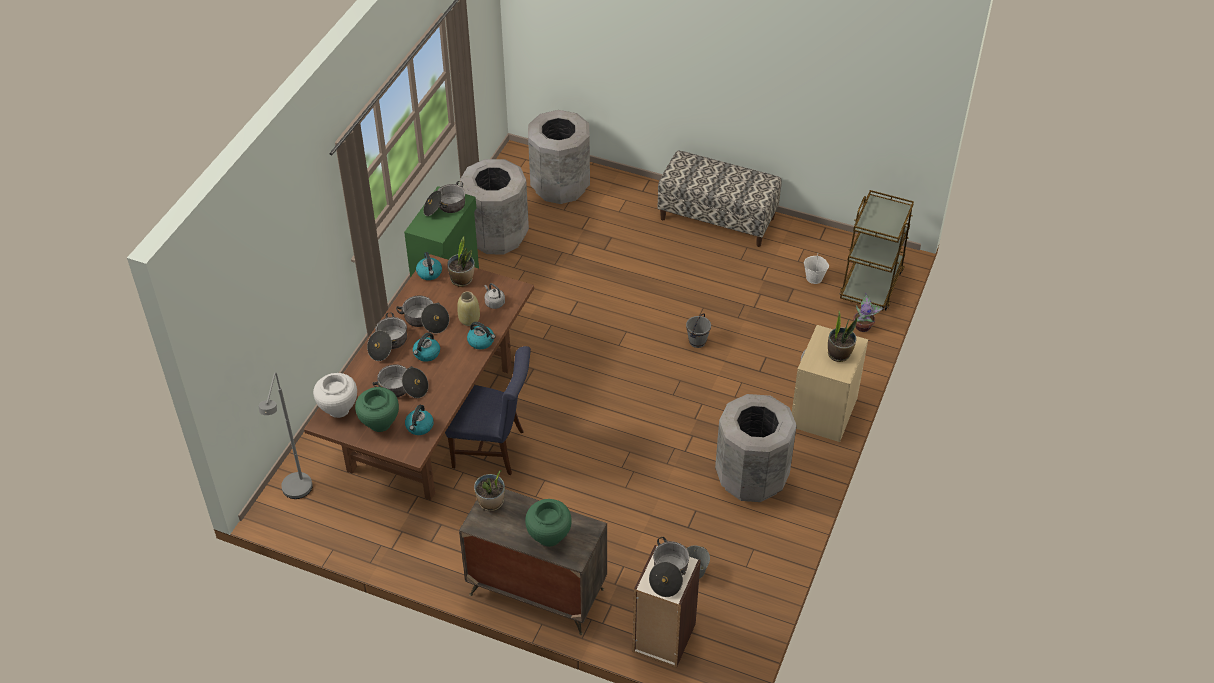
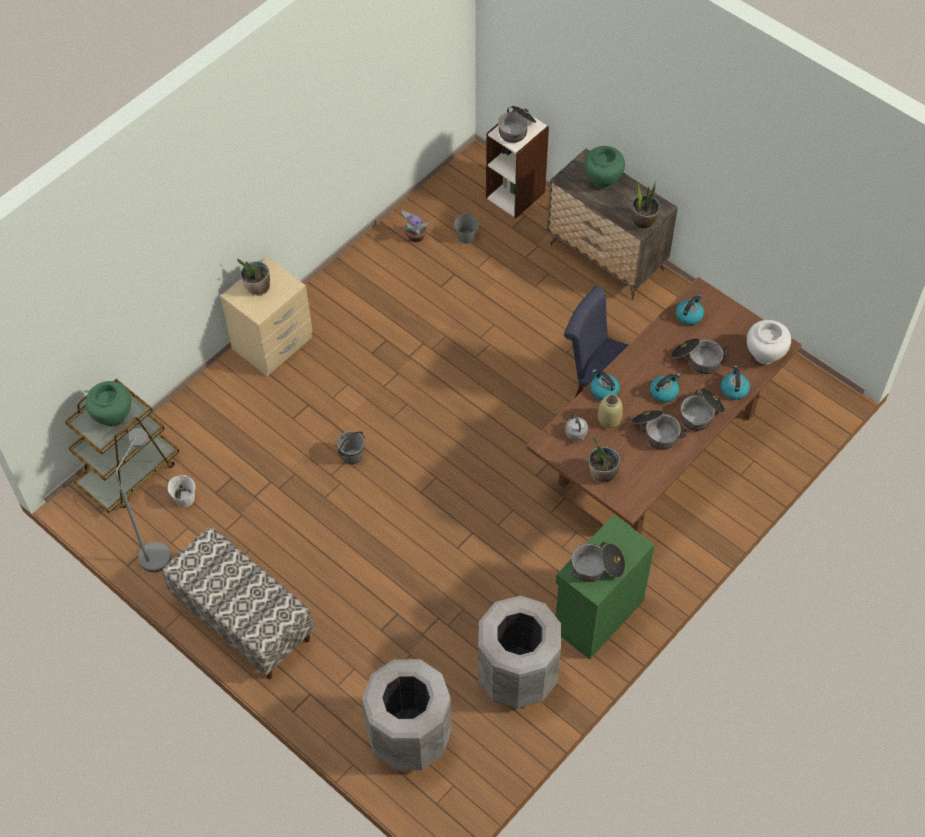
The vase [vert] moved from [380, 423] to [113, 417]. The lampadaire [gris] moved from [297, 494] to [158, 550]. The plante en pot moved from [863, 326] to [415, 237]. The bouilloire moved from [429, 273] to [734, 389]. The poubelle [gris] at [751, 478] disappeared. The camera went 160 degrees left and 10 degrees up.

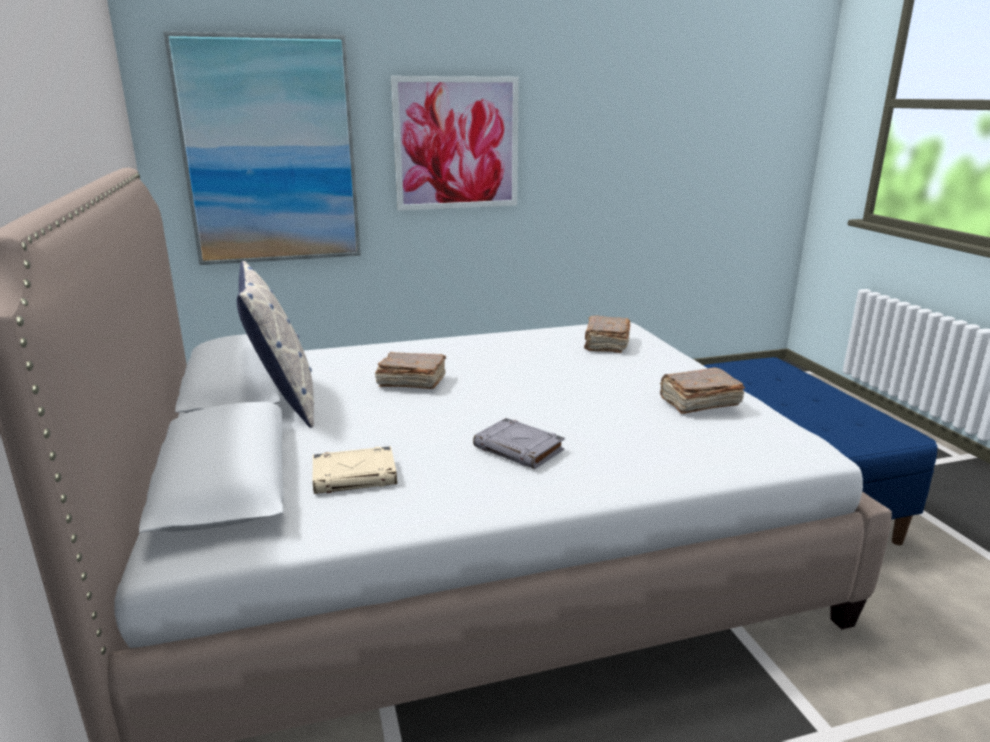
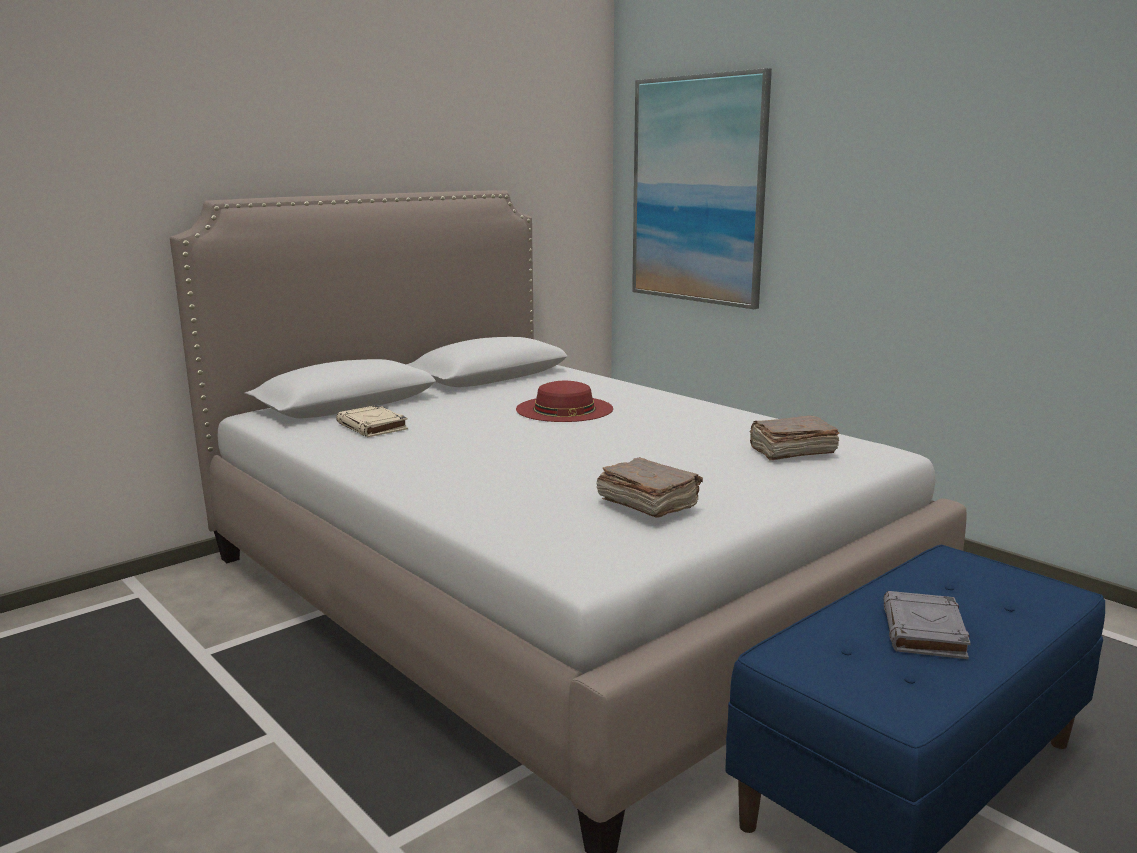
The livre [marron] at [411, 382] was replaced by the chapeau [rouge] at [564, 409]. The livre [gris] moved from [519, 449] to [924, 632]. The coussin at [284, 402] disappeared. The tableau at [457, 143] disappeared. The camera went 65 degrees right and 5 degrees down.

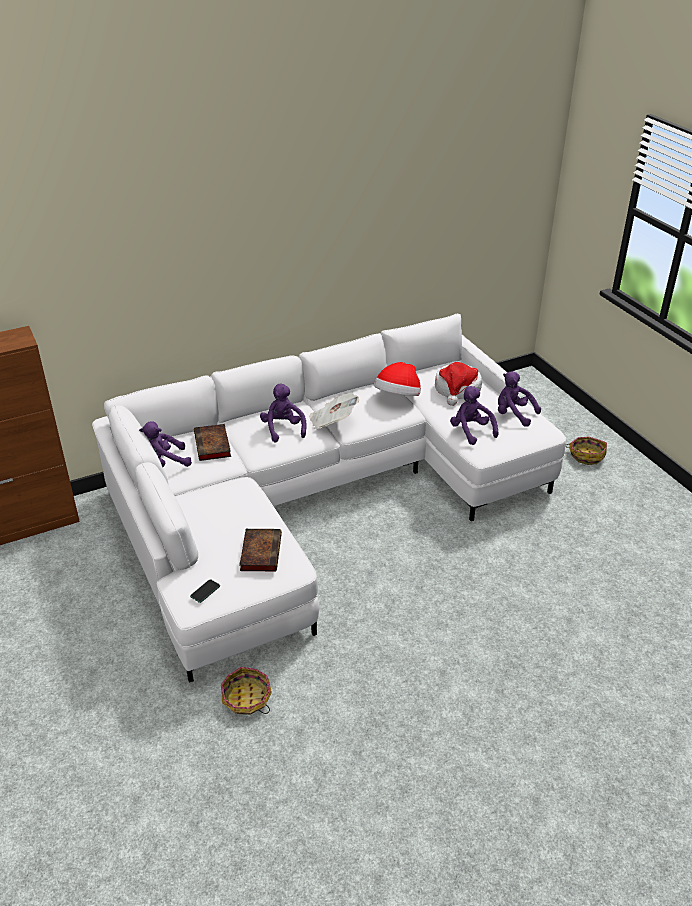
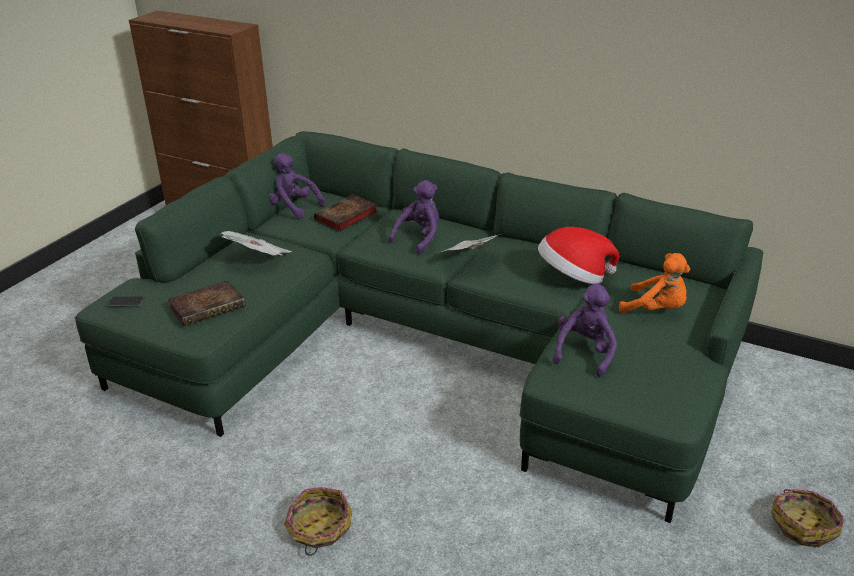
The canapé [blanc] at [319, 498] became the canapé [vert] at [431, 343]. The journal at [259, 259] appeared. The panier moved from [247, 699] to [319, 528]. The chapeau at [457, 389] was replaced by the peluche [orange] at [656, 310]. The peluche [violet] at [513, 414] disappeared. The camera went 55 degrees right and 5 degrees down.

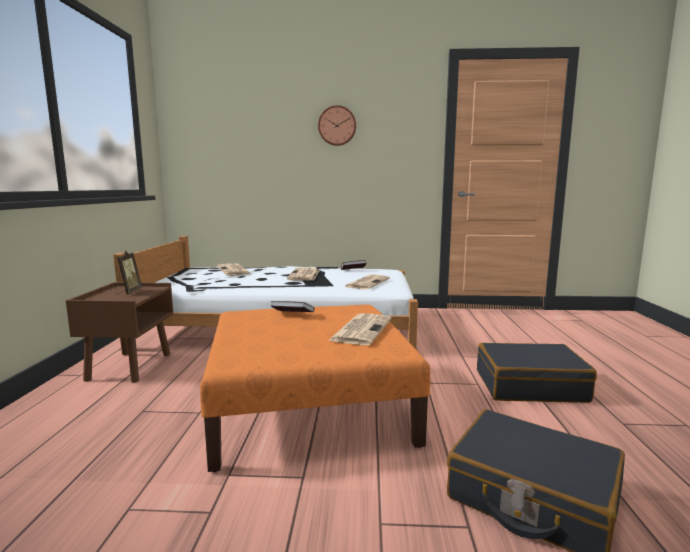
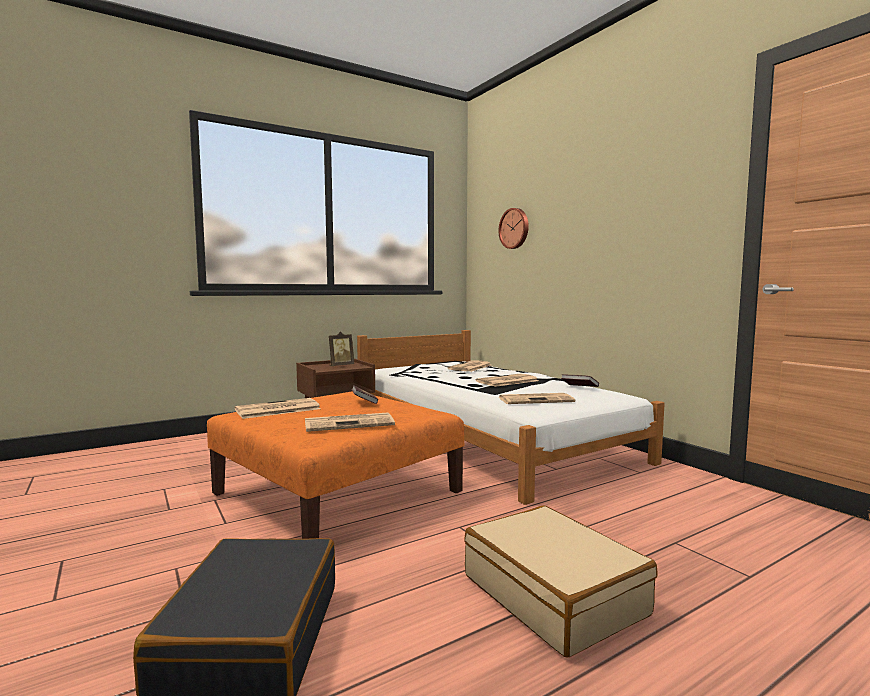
The journal at [276, 410] appeared. The valise [noir] at [529, 386] became the valise [beige] at [554, 594]. The horloge murale moved from [337, 126] to [515, 228]. The camera went 55 degrees right and 5 degrees down.

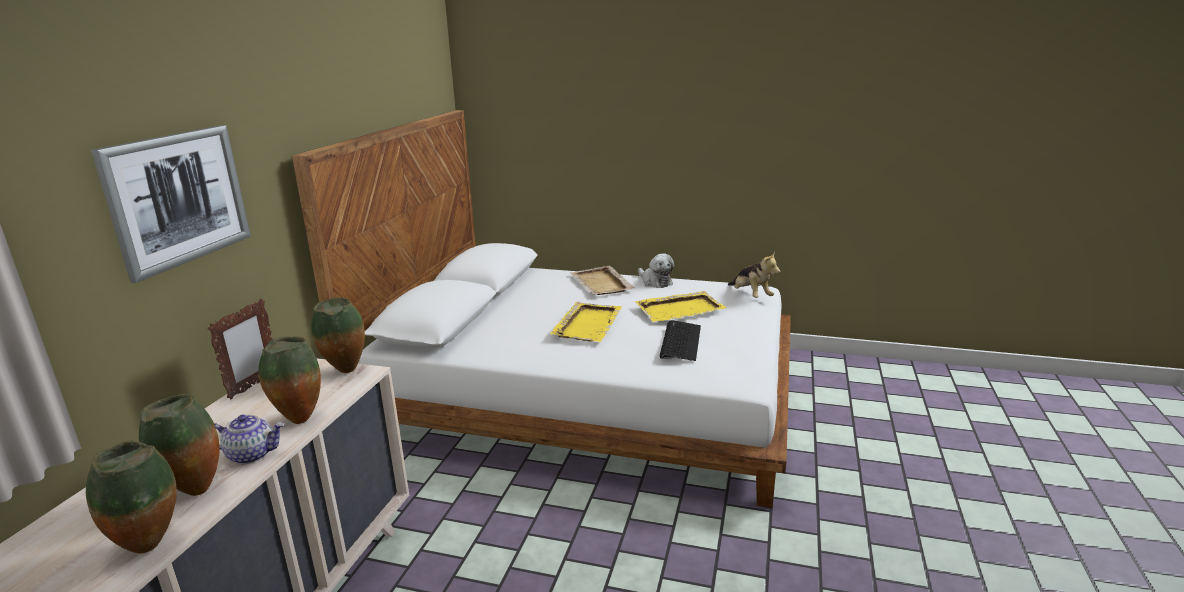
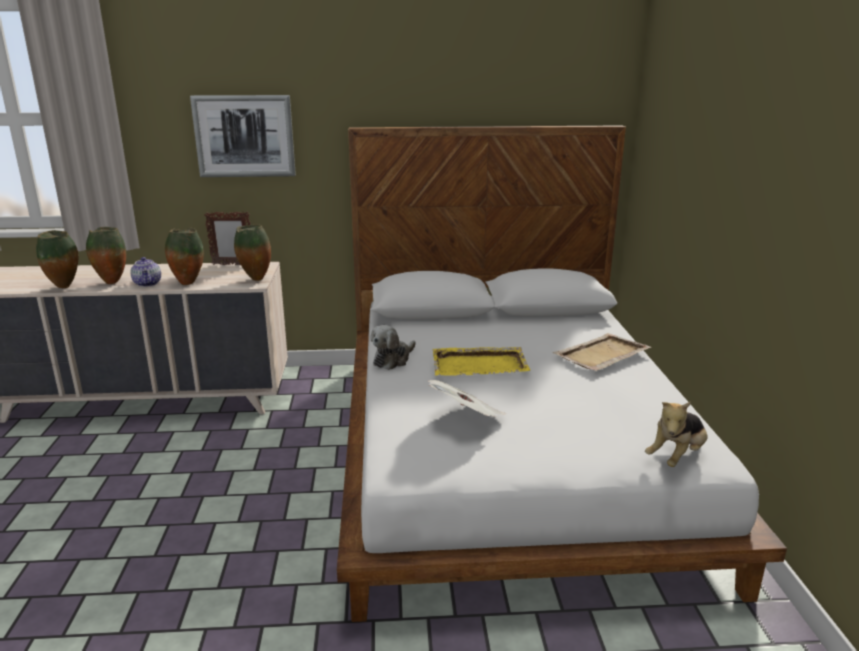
The peluche moved from [655, 282] to [393, 359]. The clavier at [680, 341] was replaced by the journal at [467, 417]. The plateau [jaune] at [680, 309] disappeared. The camera went 70 degrees right and 0 degrees up.

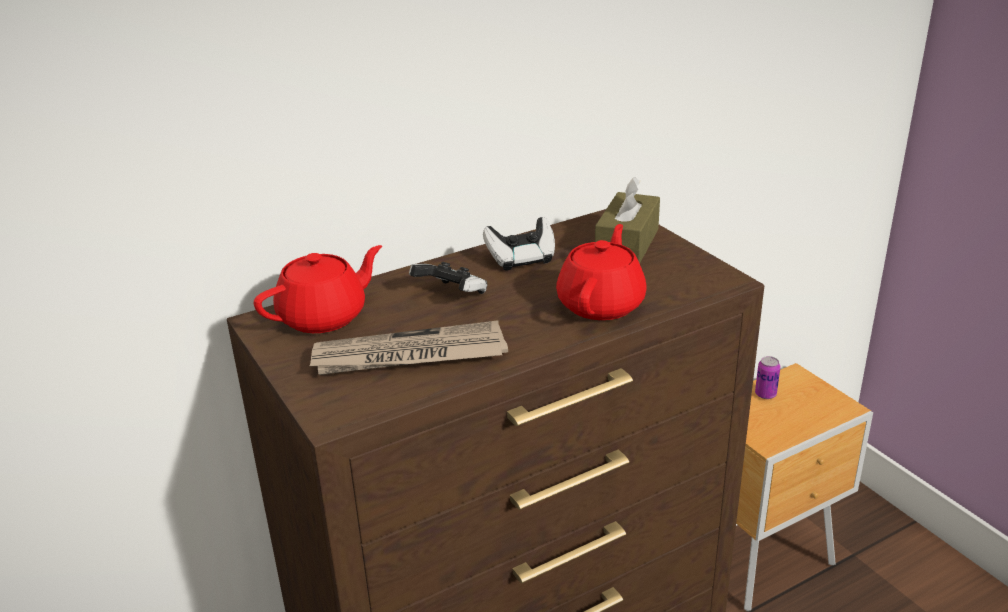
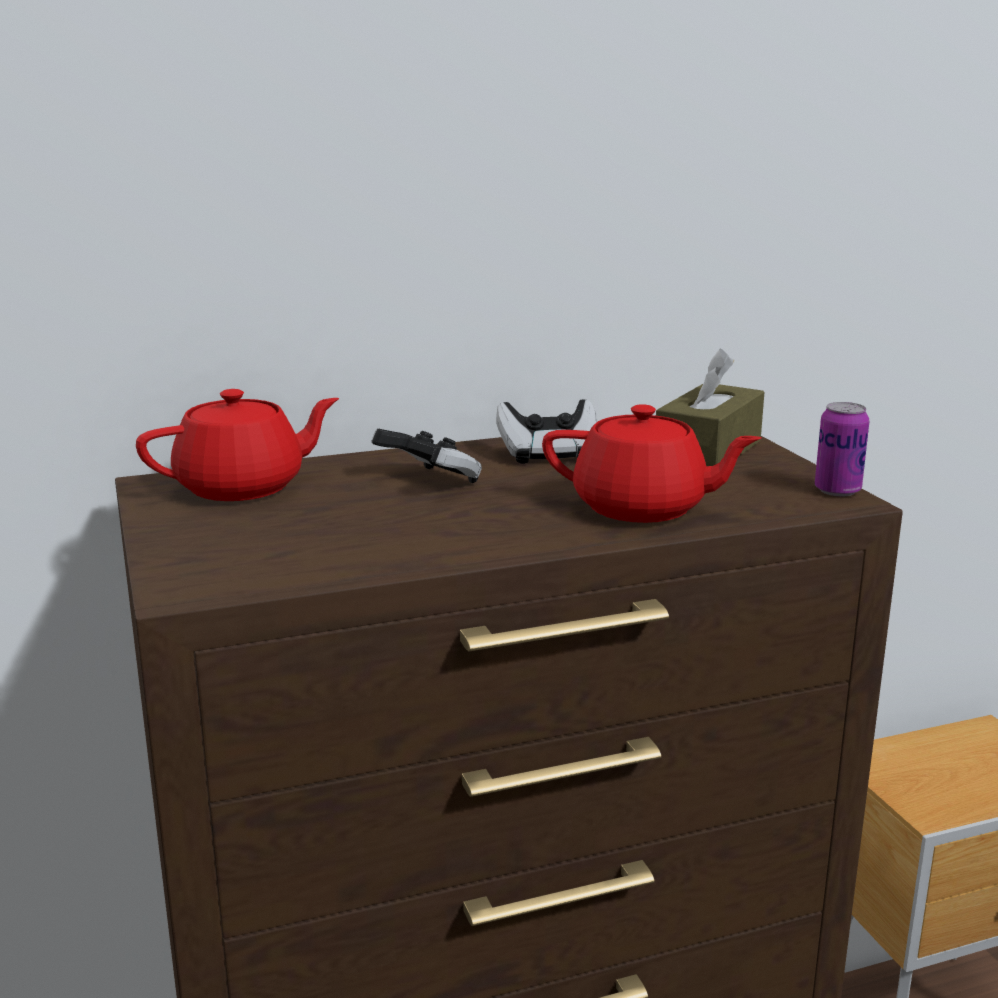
The théière [rouge] at [602, 304] turned 75 degrees clockwise. The boîte métallique moved from [765, 394] to [837, 490]. The journal at [409, 356] disappeared. The camera went 10 degrees right and 10 degrees down.

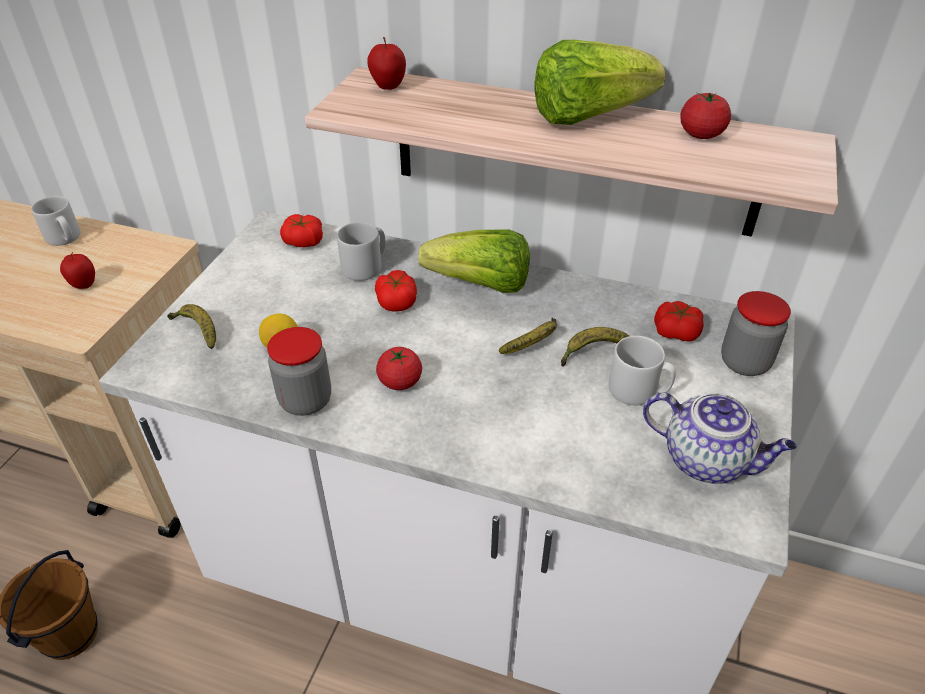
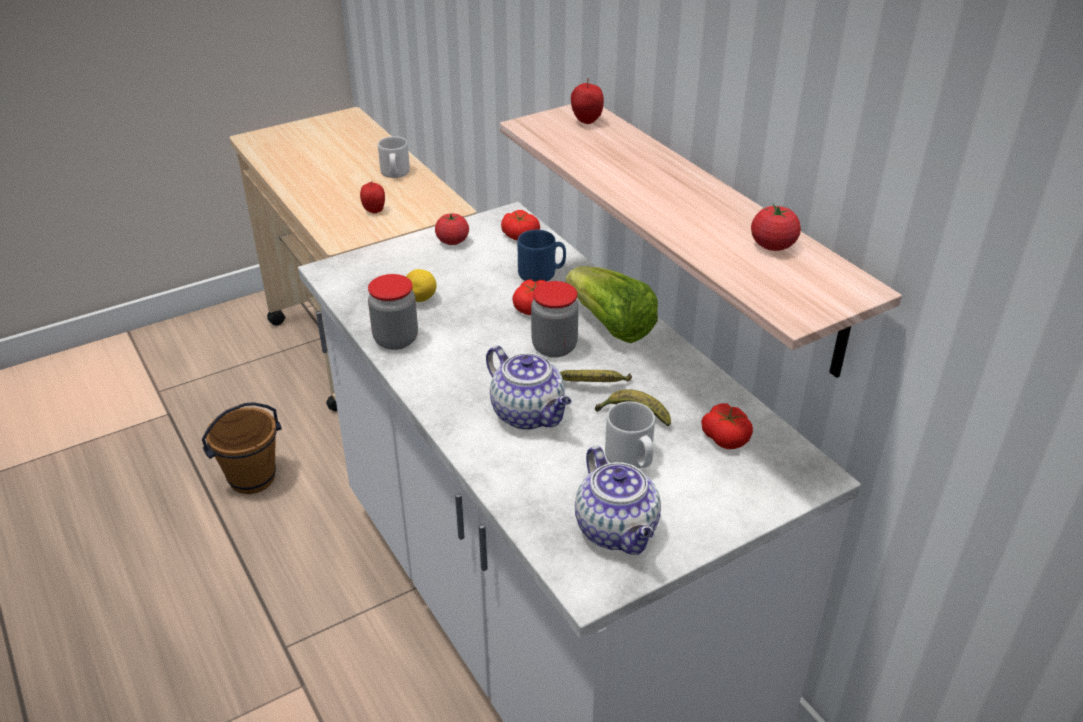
The tomate moved from [400, 381] to [452, 241]. The théière at [529, 414] appeared. The mug [gris] at [366, 267] became the mug [bleu] at [541, 273]. The bocal moved from [744, 362] to [554, 347]. The banane at [198, 331] disappeared. The laitue at [587, 116] disappeared. The camera went 40 degrees right and 5 degrees down.

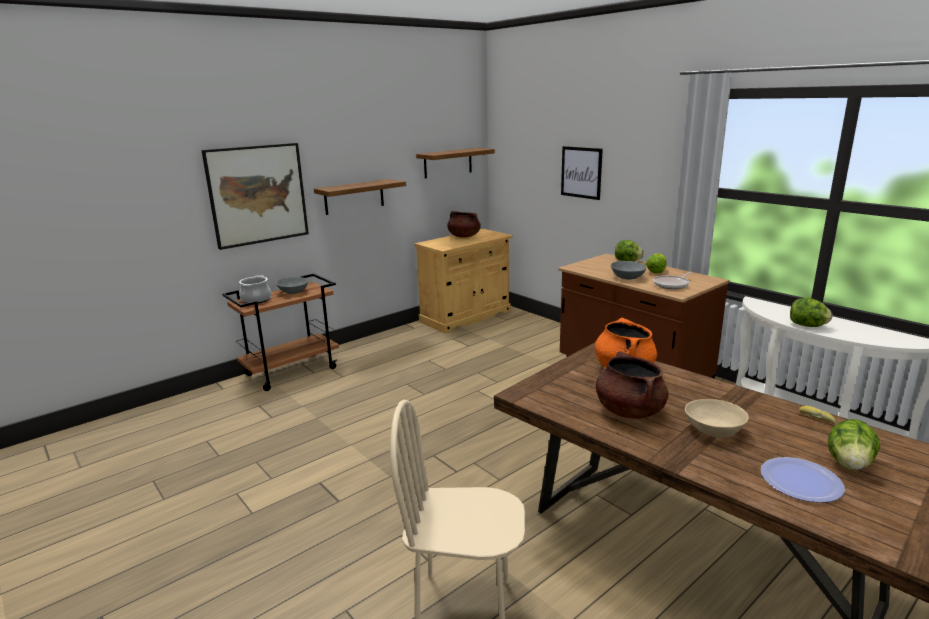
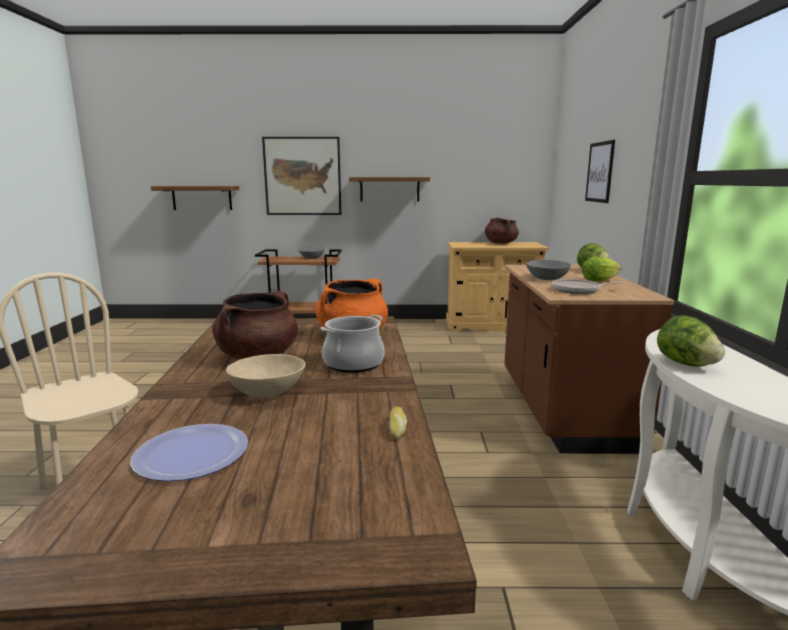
The étagère moved from [448, 163] to [202, 197]. The marmite moved from [256, 300] to [353, 363]. The laitue at [849, 464] disappeared. The camera went 40 degrees right and 5 degrees down.

